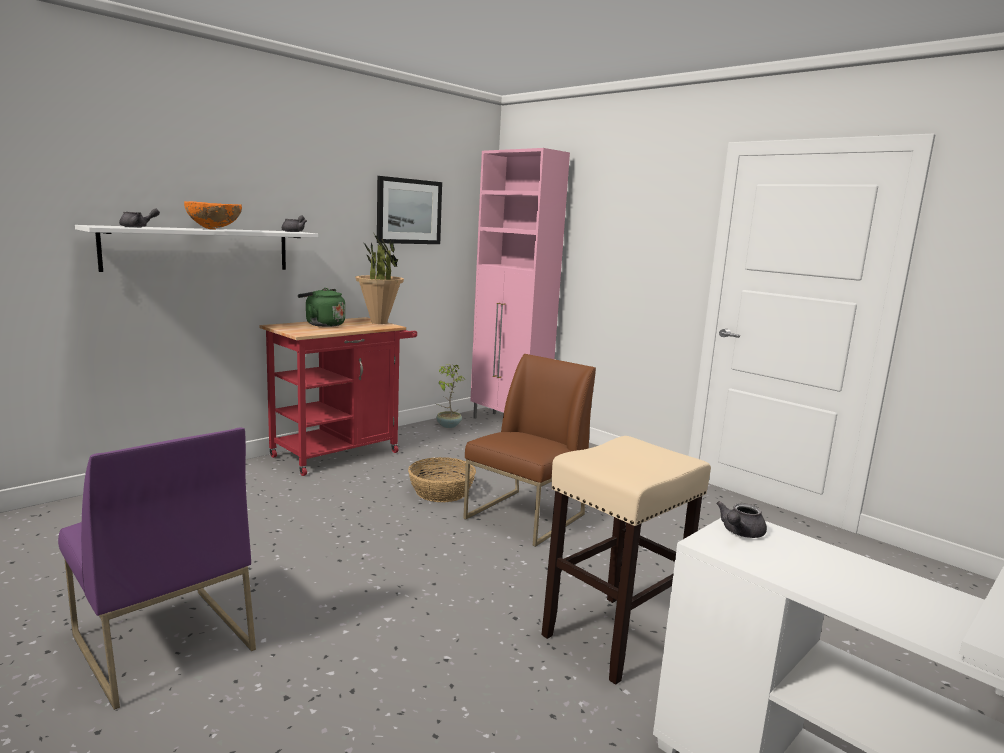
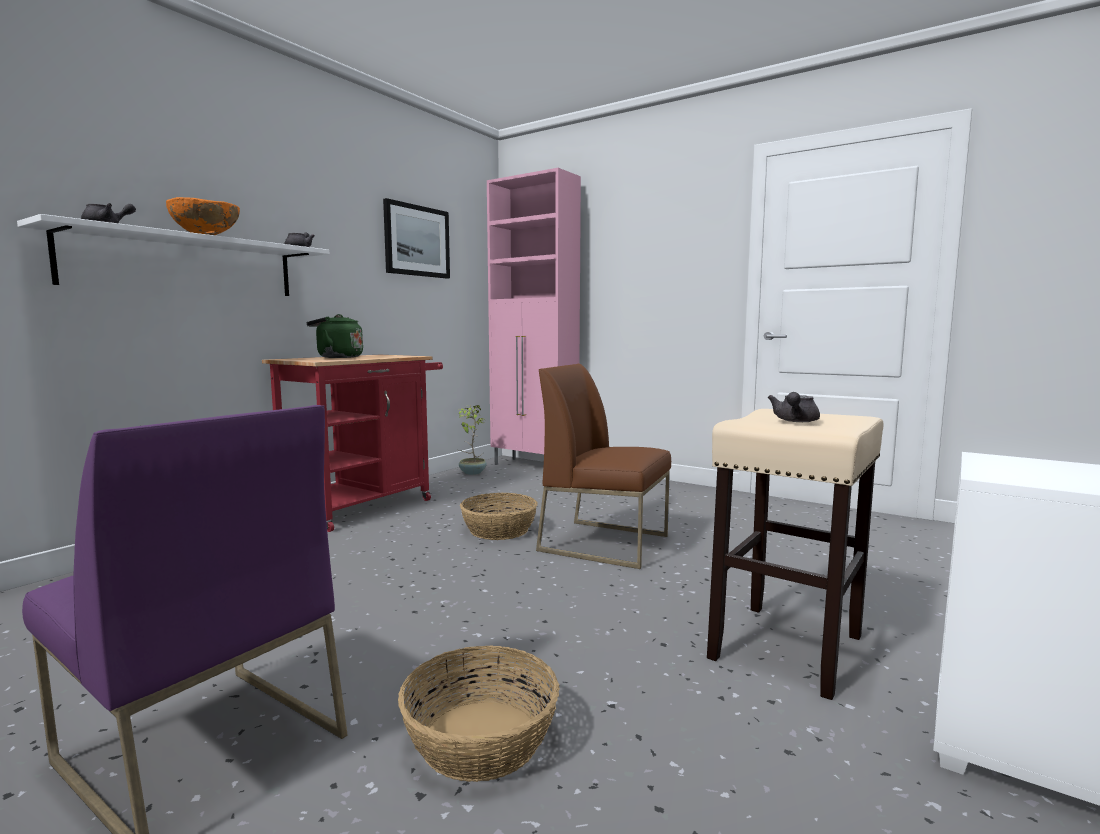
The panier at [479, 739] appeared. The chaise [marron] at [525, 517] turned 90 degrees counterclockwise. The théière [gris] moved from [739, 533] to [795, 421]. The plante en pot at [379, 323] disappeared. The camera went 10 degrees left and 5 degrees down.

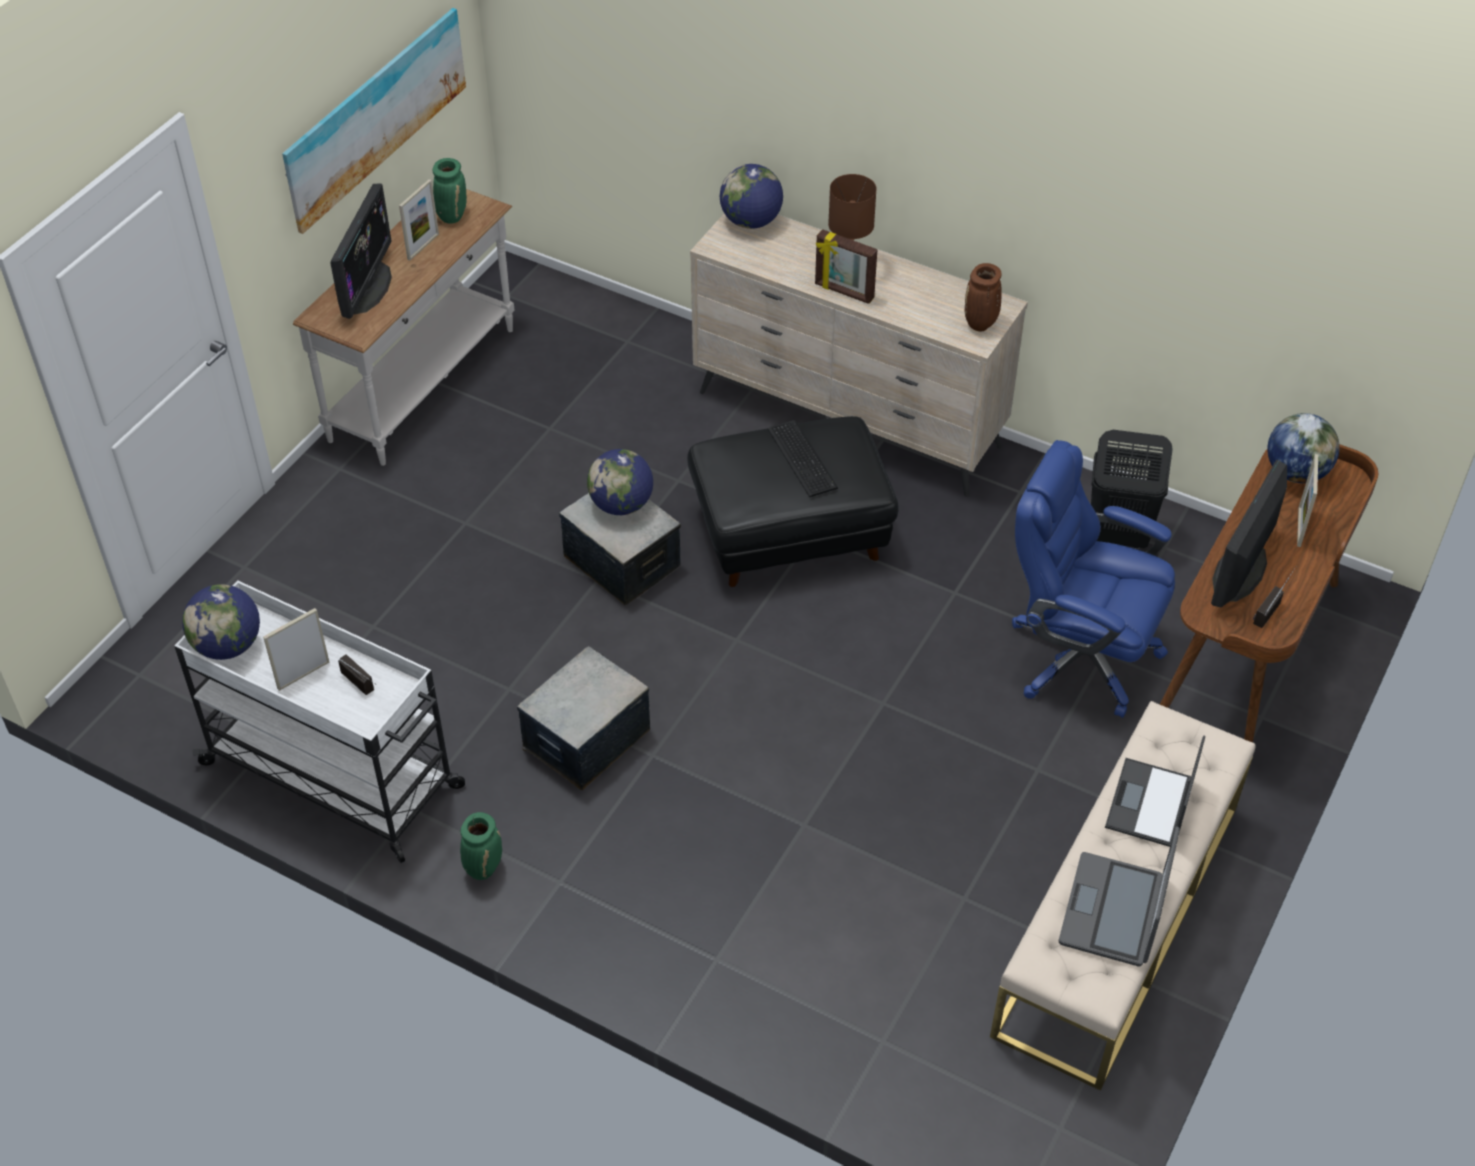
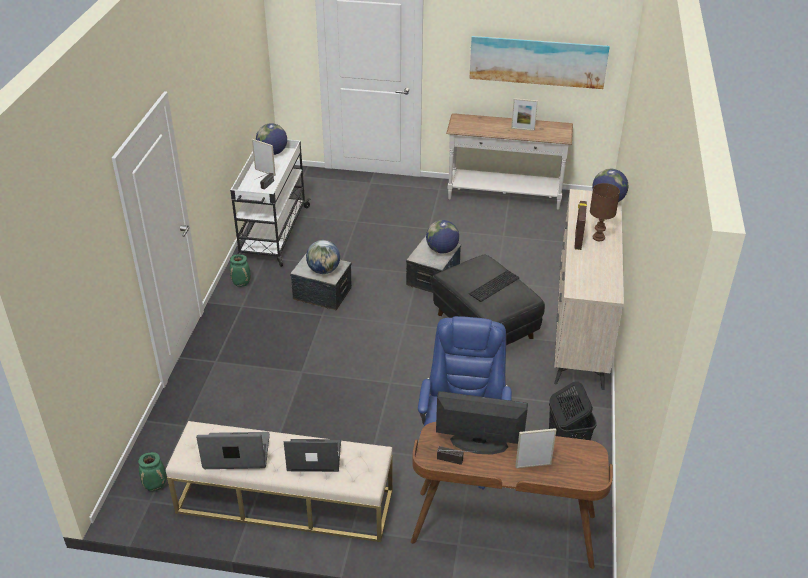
The vase [vert] moved from [452, 216] to [156, 485]. The globe moved from [1296, 472] to [324, 270]. The écran d'ordinateur at [367, 287] disappeared. The vase [marron] at [980, 324] disappeared. The camera went 70 degrees right and 10 degrees down.

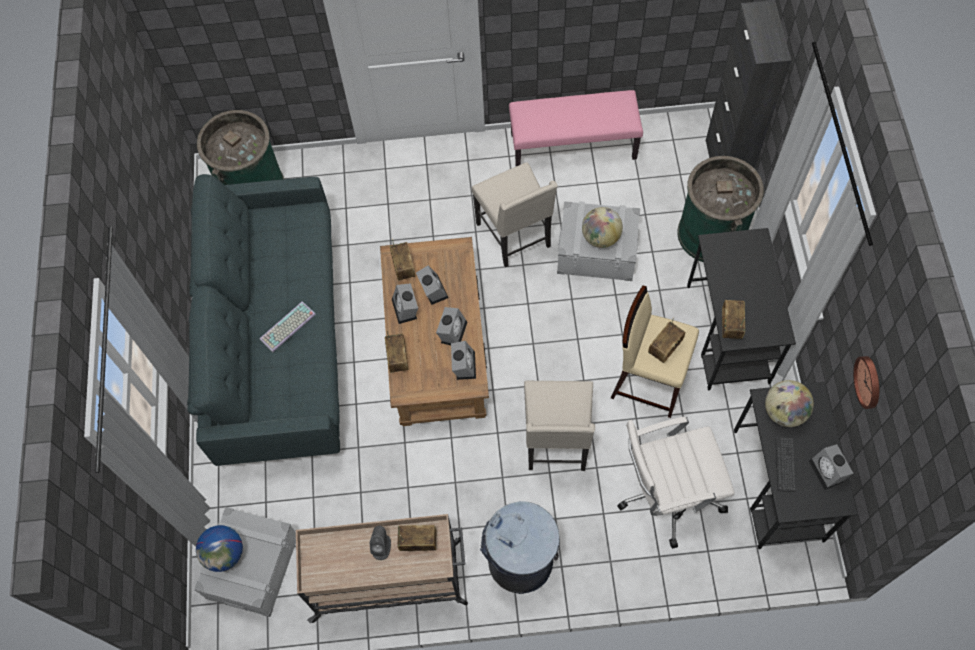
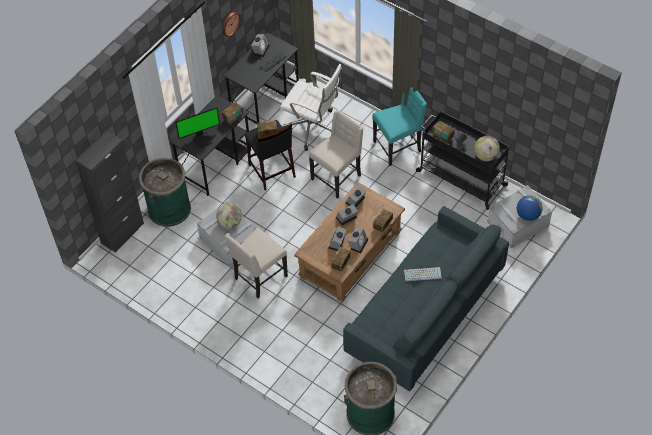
The écran d'ordinateur at [202, 139] appeared. The chaise [beige] at [515, 236] turned 150 degrees counterclockwise. The tabouret [beige] at [648, 381] became the tabouret [noir] at [271, 171]. The poubelle [gris] at [521, 562] was replaced by the chaise [turquoise] at [398, 147]. The chariot [beige] at [389, 580] became the chariot [noir] at [460, 178]. The globe moved from [784, 412] to [486, 156]. The banc [rose] at [573, 145] disappeared. The camera went 140 degrees left and 10 degrees down.

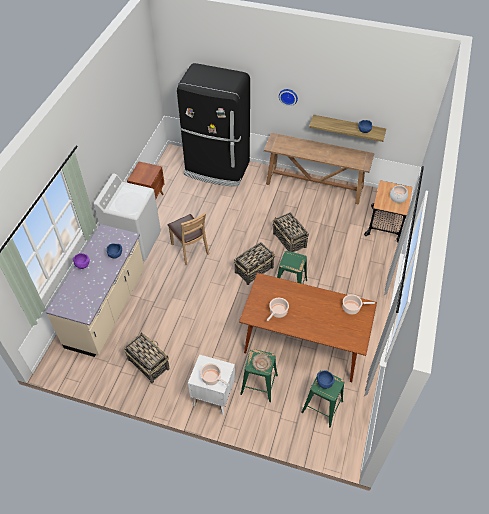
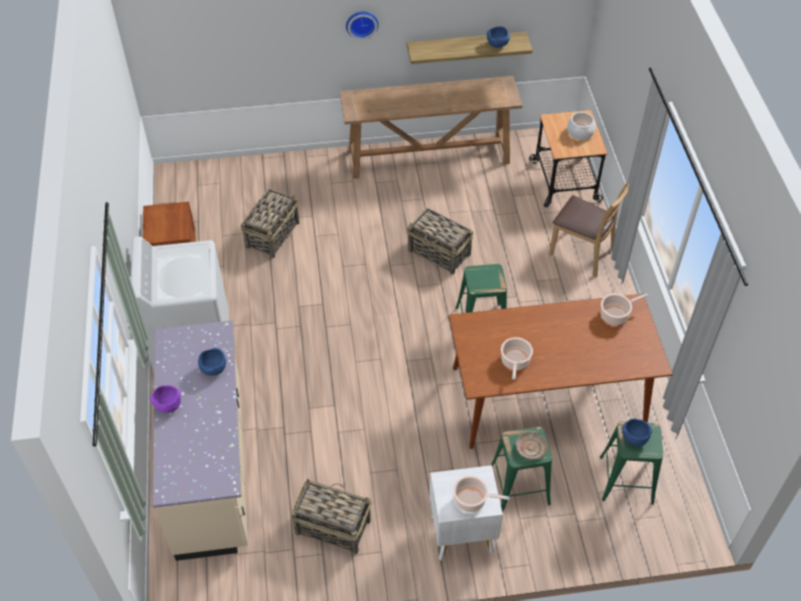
The panier moved from [254, 270] to [273, 234]. The chaise [marron] moved from [190, 249] to [582, 253]. The réfrigérateur [noir] at [217, 169] disappeared. The camera went 25 degrees left and 0 degrees up.

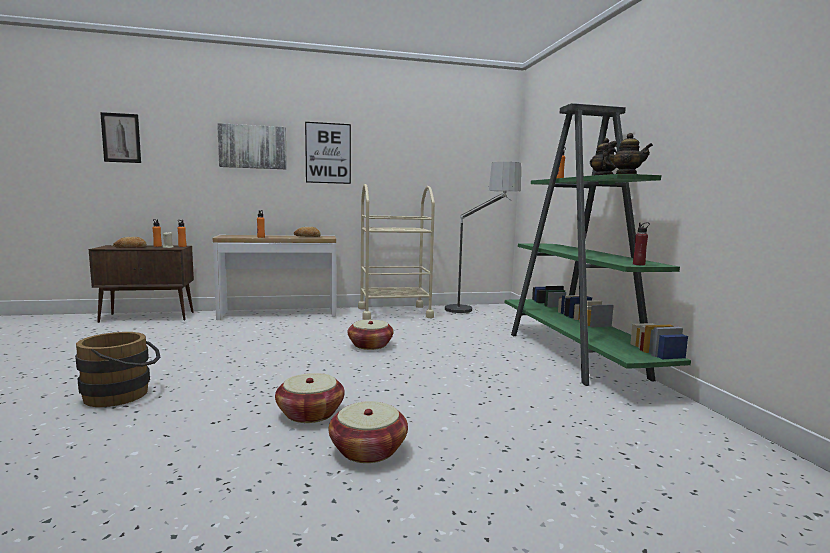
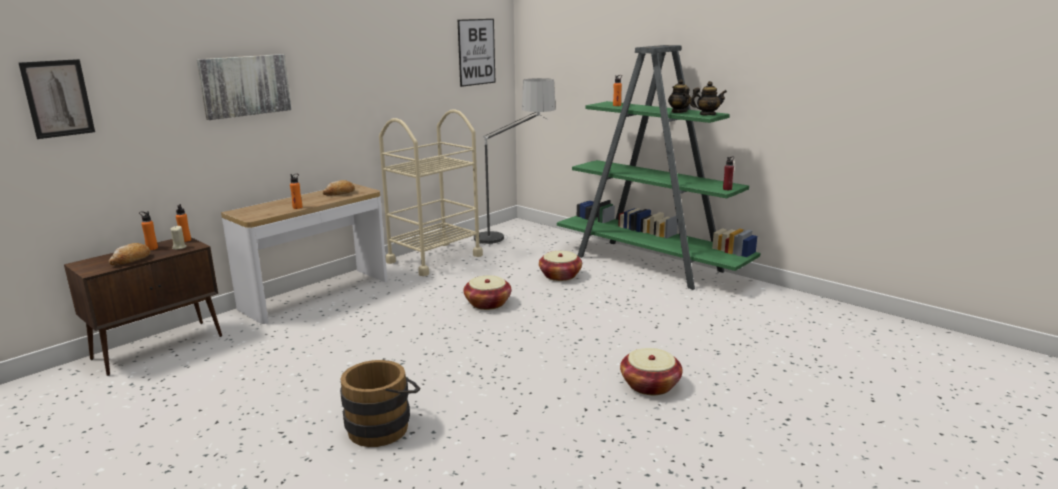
The tableau moved from [328, 153] to [476, 52]. The panier moved from [310, 413] to [560, 276]. The camera went 35 degrees left and 10 degrees up.

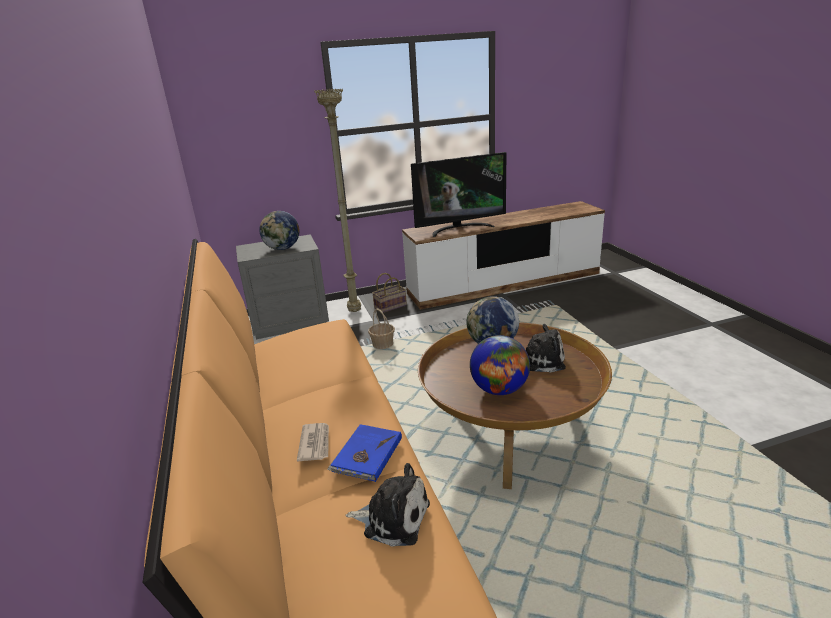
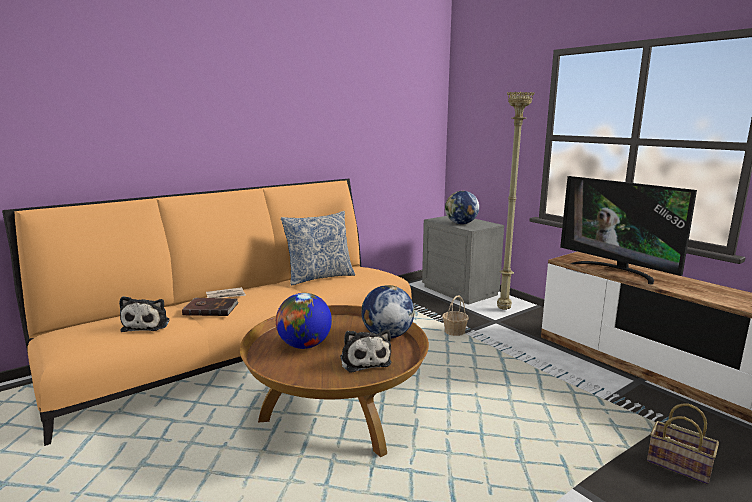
The livre [bleu] at [366, 455] became the livre [marron] at [210, 309]. The coussin at [319, 277] appeared. The panier moved from [390, 306] to [680, 465]. The camera went 70 degrees right and 10 degrees down.

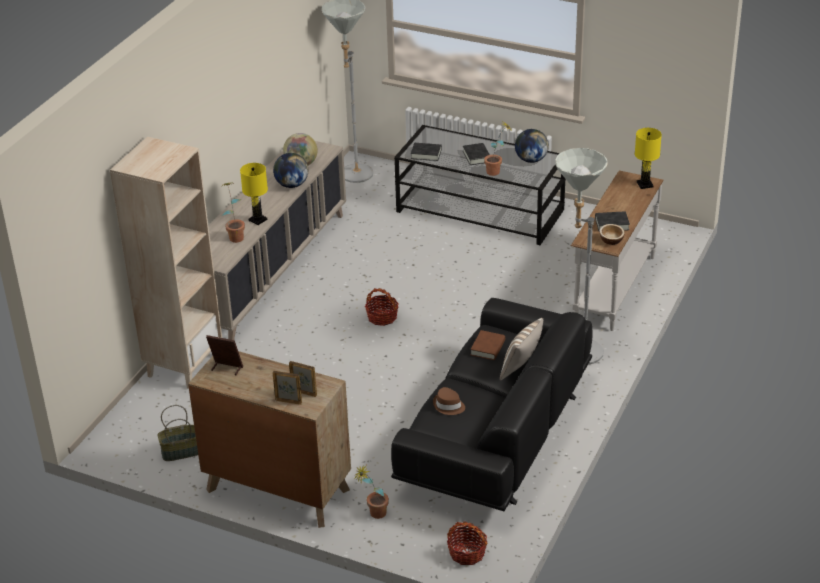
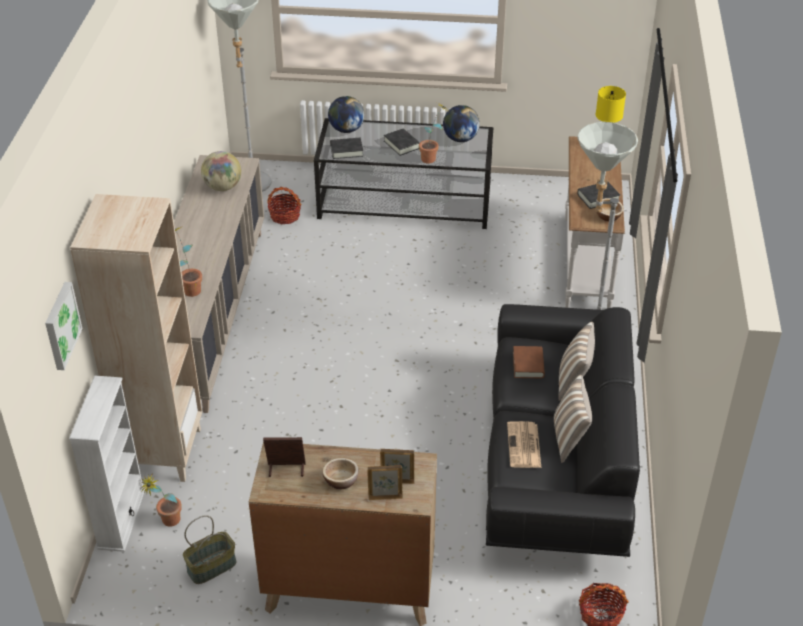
The tableau at [60, 325] appeared. The bibliothèque [blanc] at [121, 518] appeared. The plante en pot moved from [373, 515] to [167, 523]. The panier moved from [382, 317] to [285, 216]. The bol at [341, 480] appeared. The globe moved from [291, 185] to [346, 130]. The chapeau [marron] at [448, 406] was replaced by the journal at [524, 446]. The coussin at [569, 439] appeared. The lampe de table [jaune] at [258, 220] disappeared. The camera went 20 degrees left and 5 degrees up.

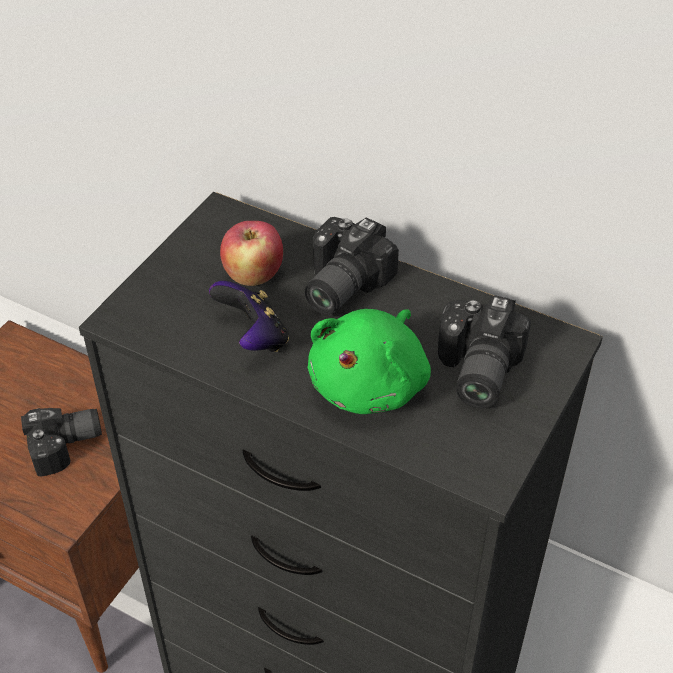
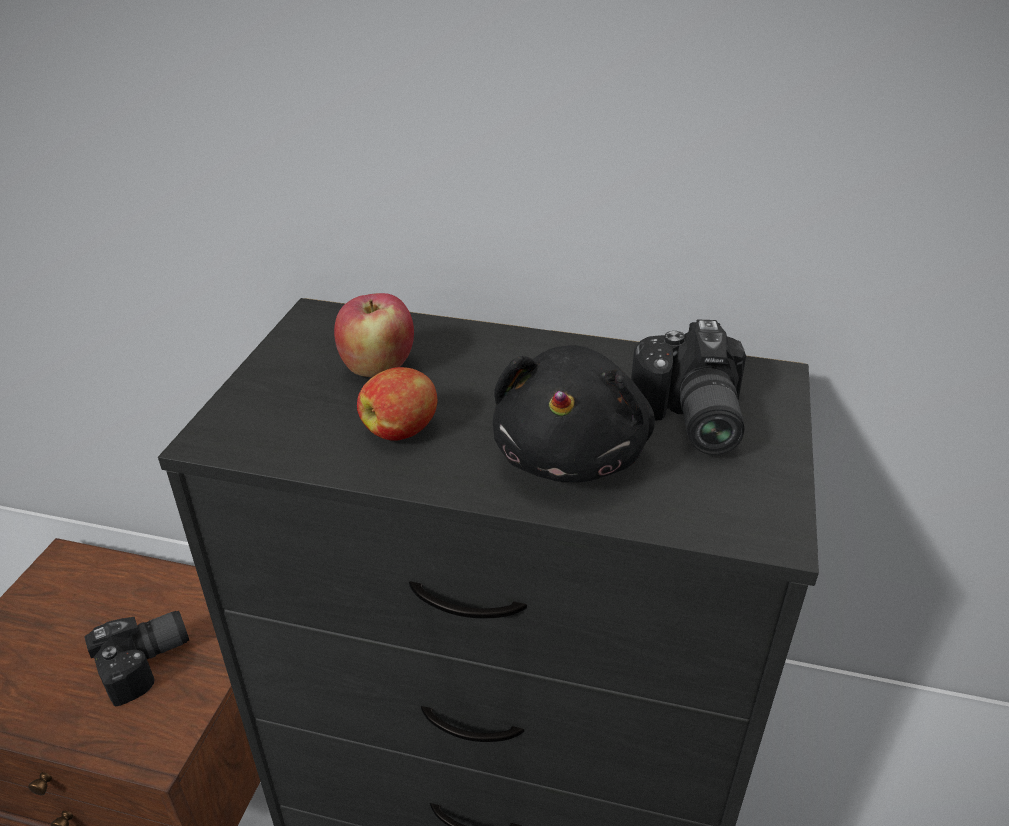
The manette at [253, 338] was replaced by the pomme at [401, 430]. The peluche [vert] at [371, 383] became the peluche [noir] at [571, 454]. The appareil photo at [338, 285] disappeared. The camera went 15 degrees left and 10 degrees down.

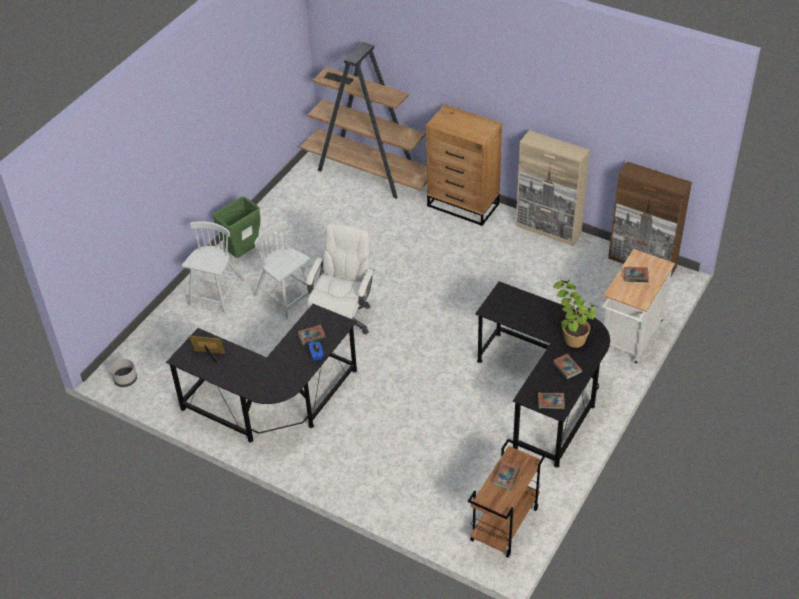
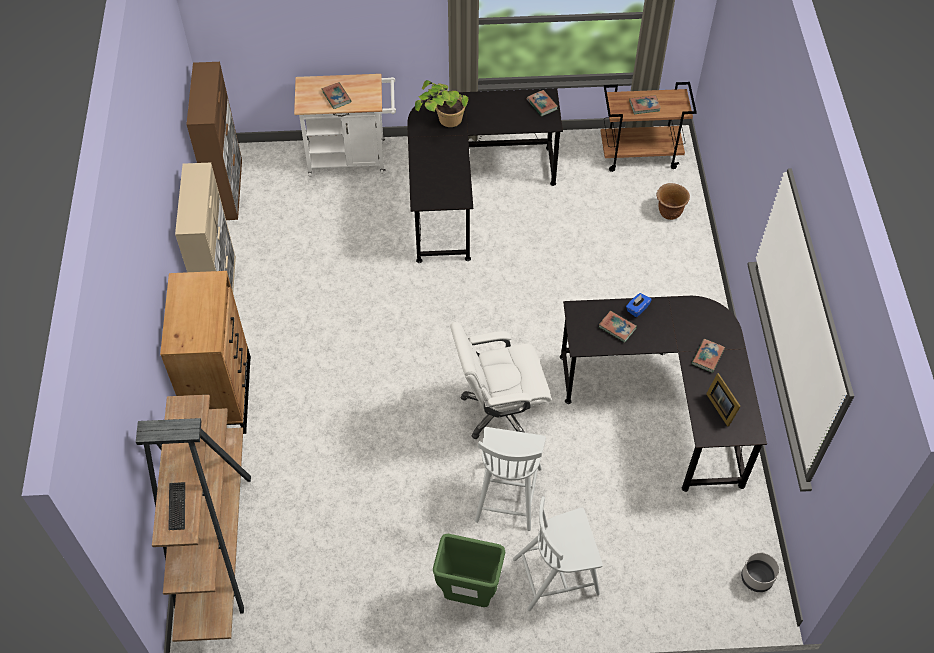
The cache-pot [marron] at [669, 212] appeared. The livre moved from [567, 367] to [707, 357]. The camera went 125 degrees left and 10 degrees up.

